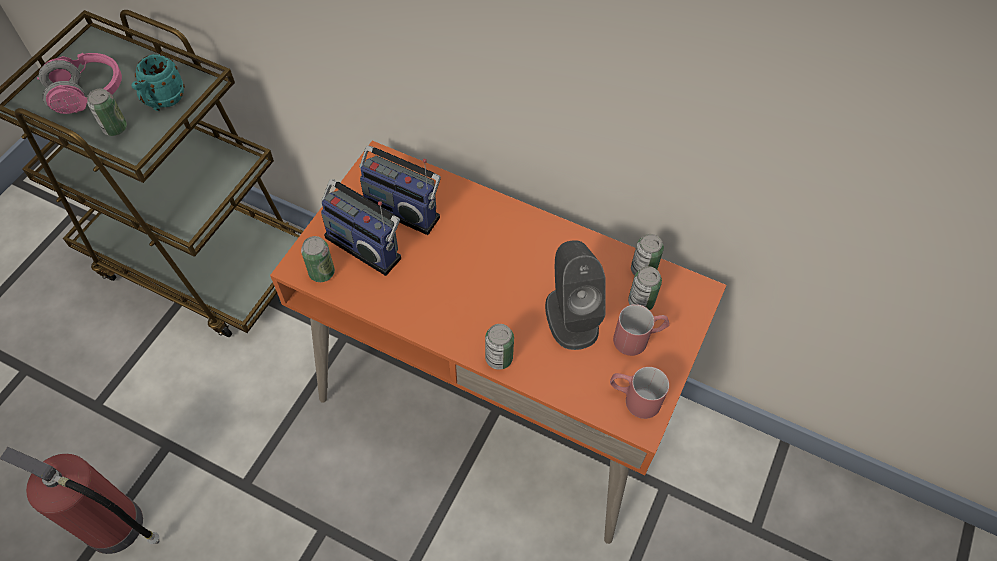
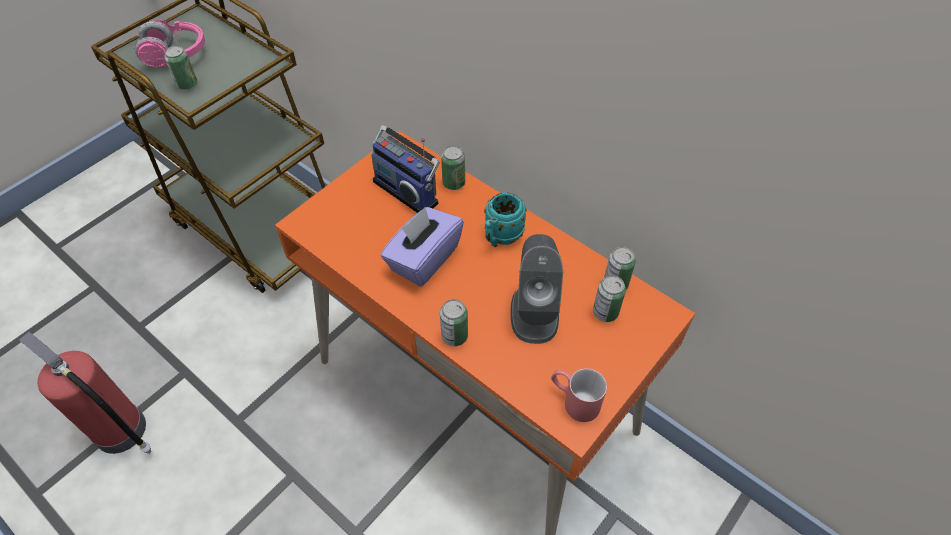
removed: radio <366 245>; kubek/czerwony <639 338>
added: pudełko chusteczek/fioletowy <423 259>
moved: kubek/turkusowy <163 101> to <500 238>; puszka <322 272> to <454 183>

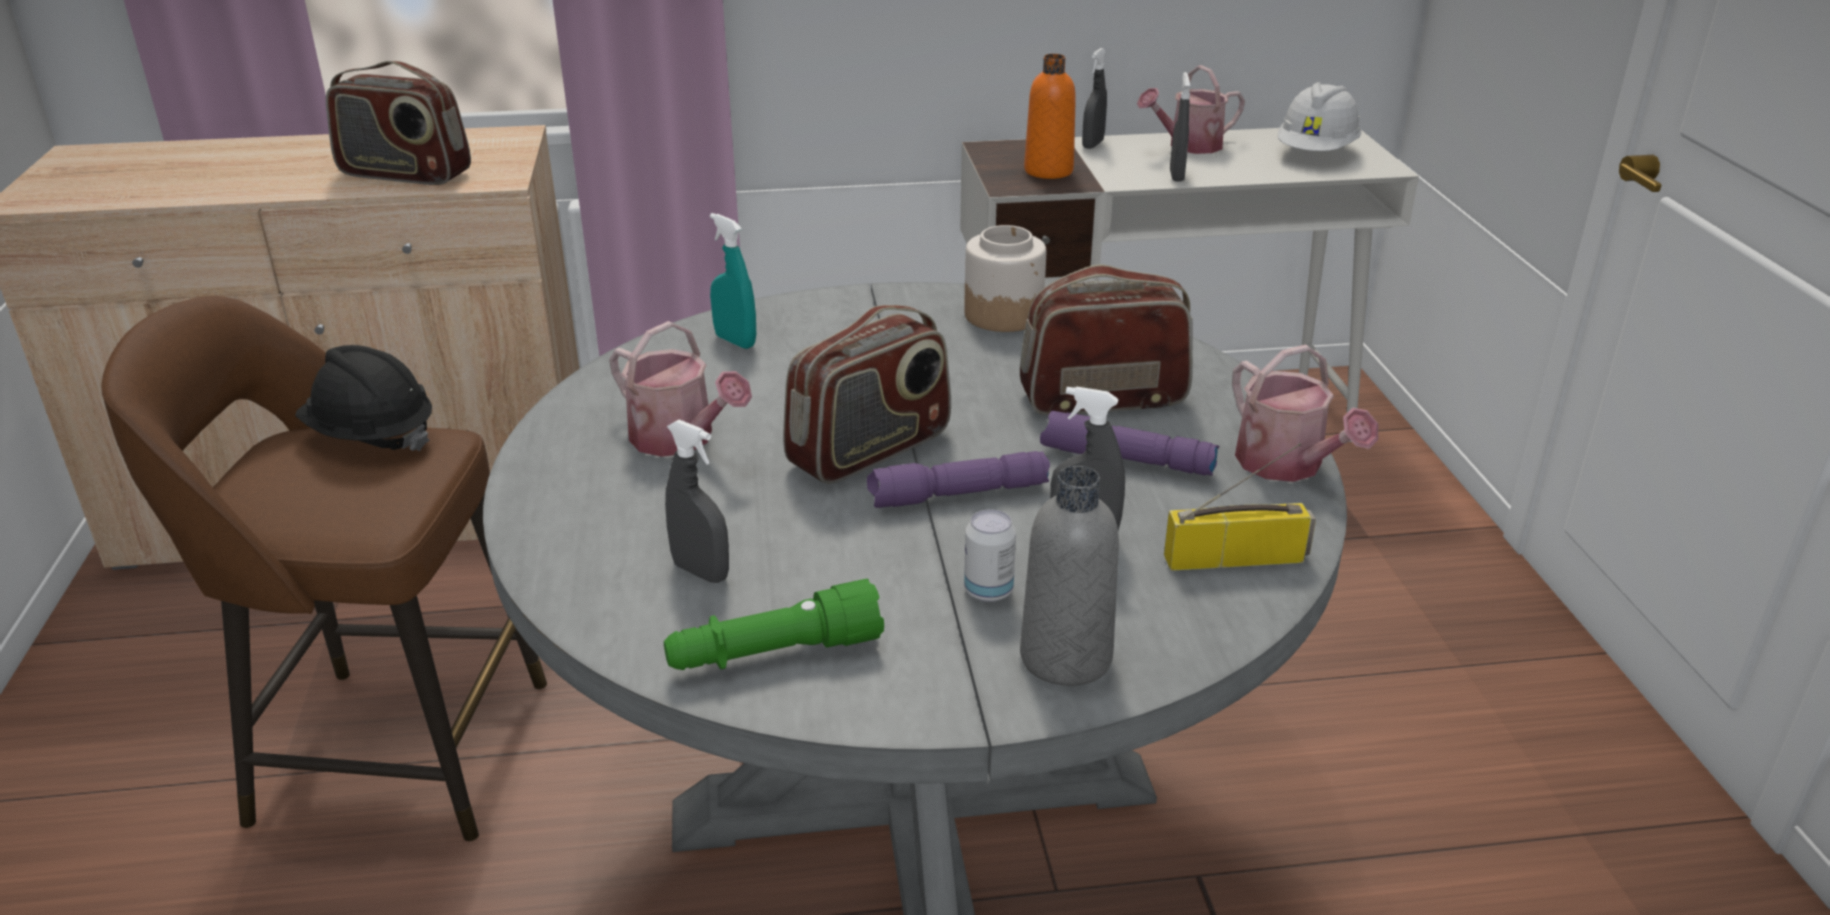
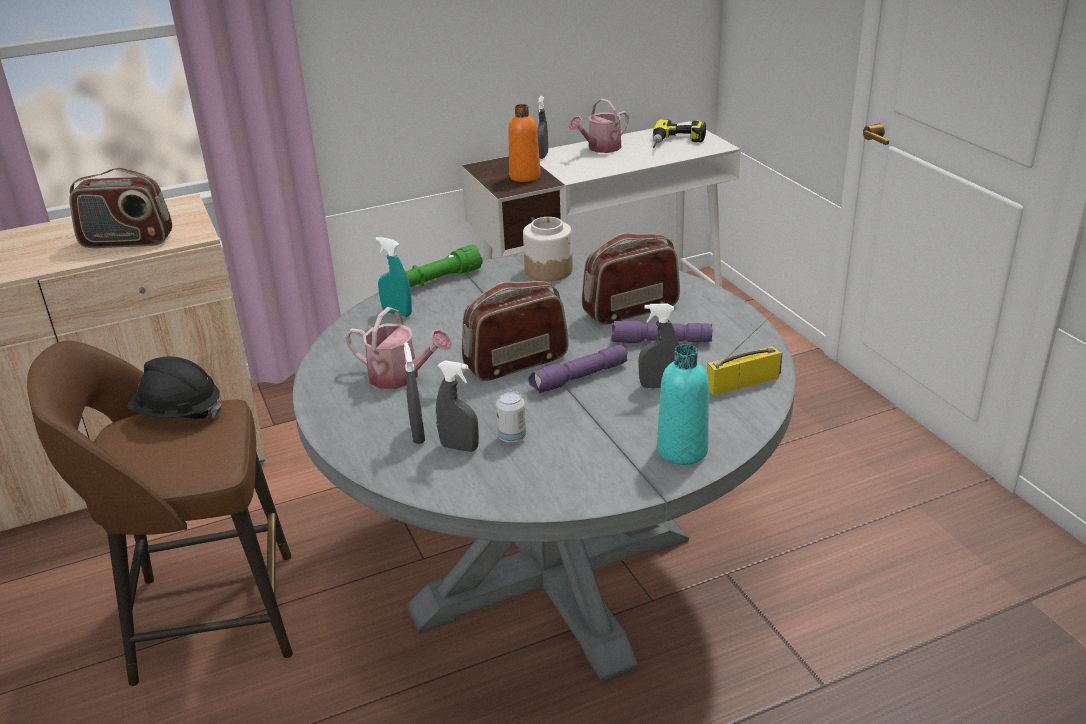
removed: konewka <1287 466>
moved: latarka/zielony <774 654> to <439 280>; puszka <988 591> to <512 437>; spryskiwacz/szary <1176 176> to <417 434>
replaced: kask/biały <1316 153> to wiertarka <676 142>
recoloured: butelka/szary <1065 657> to butelka/turkusowy <682 450>
turned: radio <870 450> = <516 362> 150 degrees counterclockwise

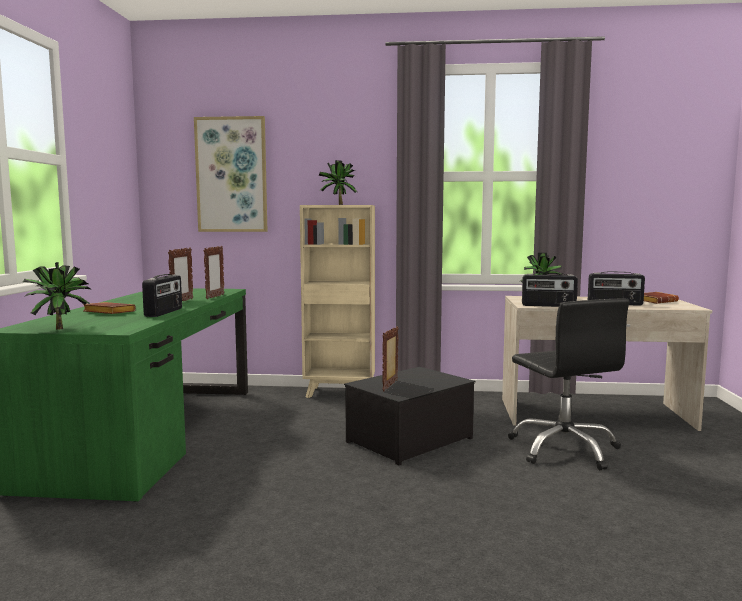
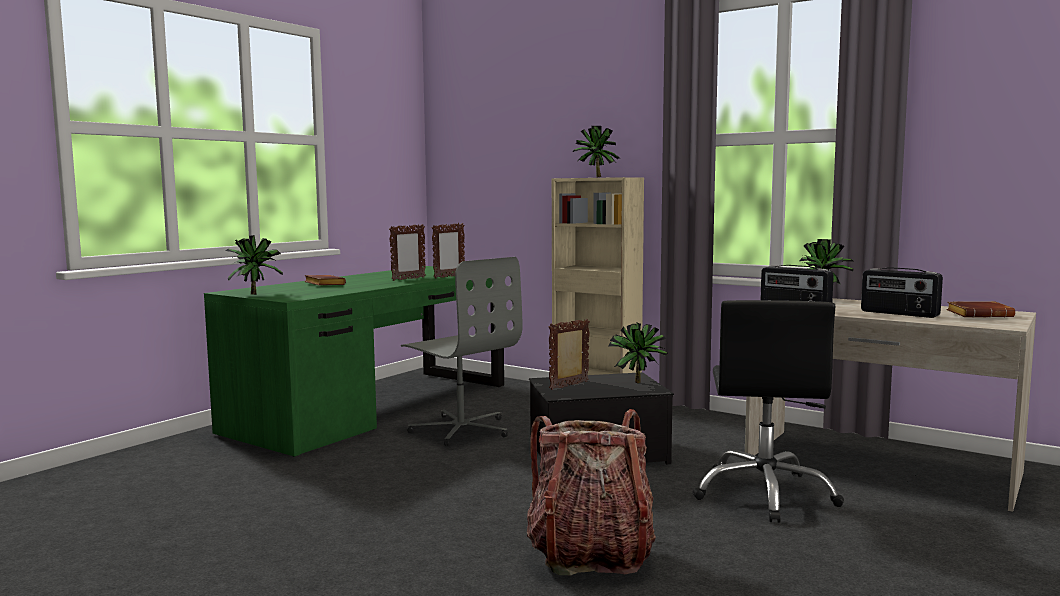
removed: radio <164 312>; obraz <231 175>
added: krzesło biurowe/szary <461 429>; plecak <590 554>; roślina doniczkowa <639 383>

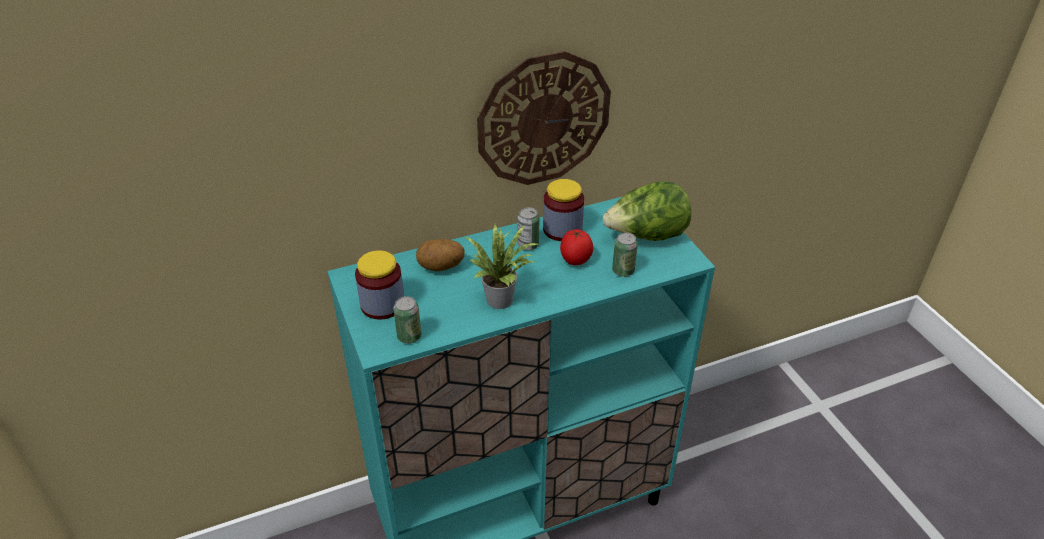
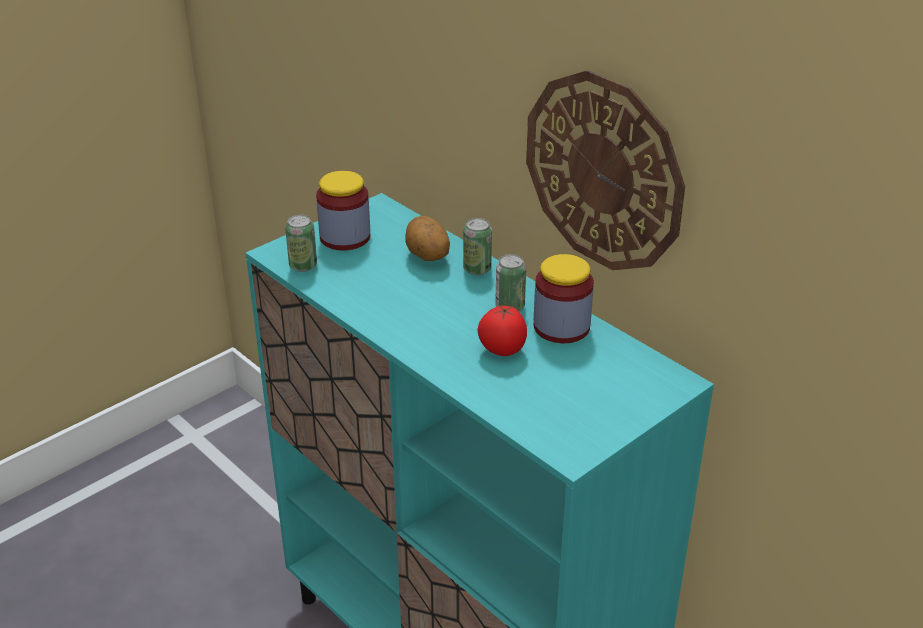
removed: roślina doniczkowa <503 298>; sałata <646 237>
moved: puszka <623 271> to <477 269>

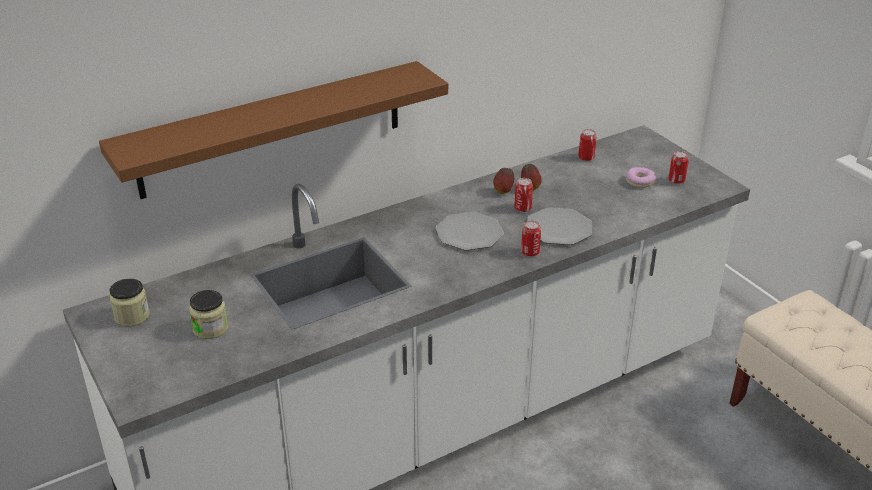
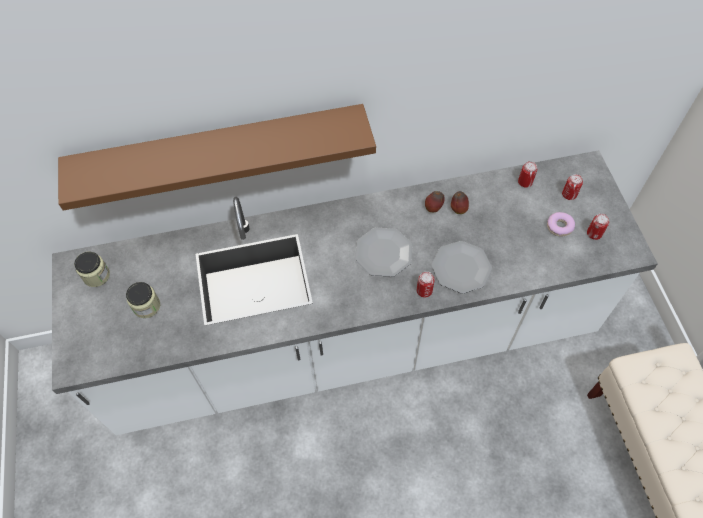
moved: puszka <522 208> to <569 195>

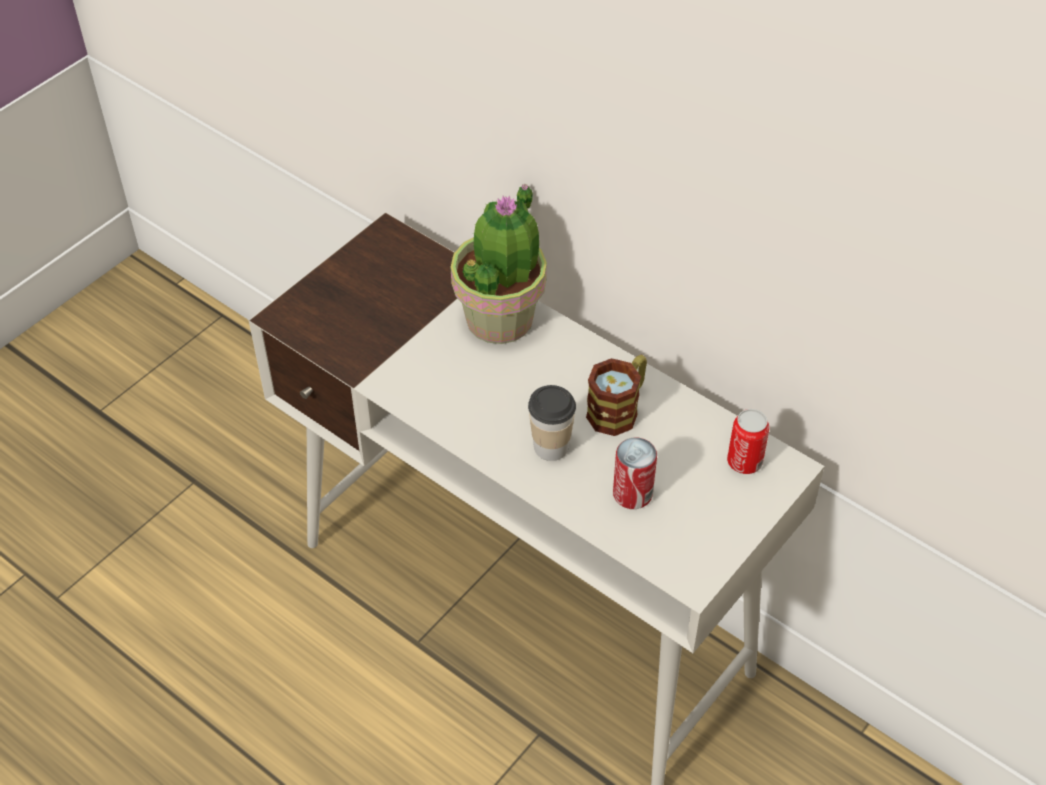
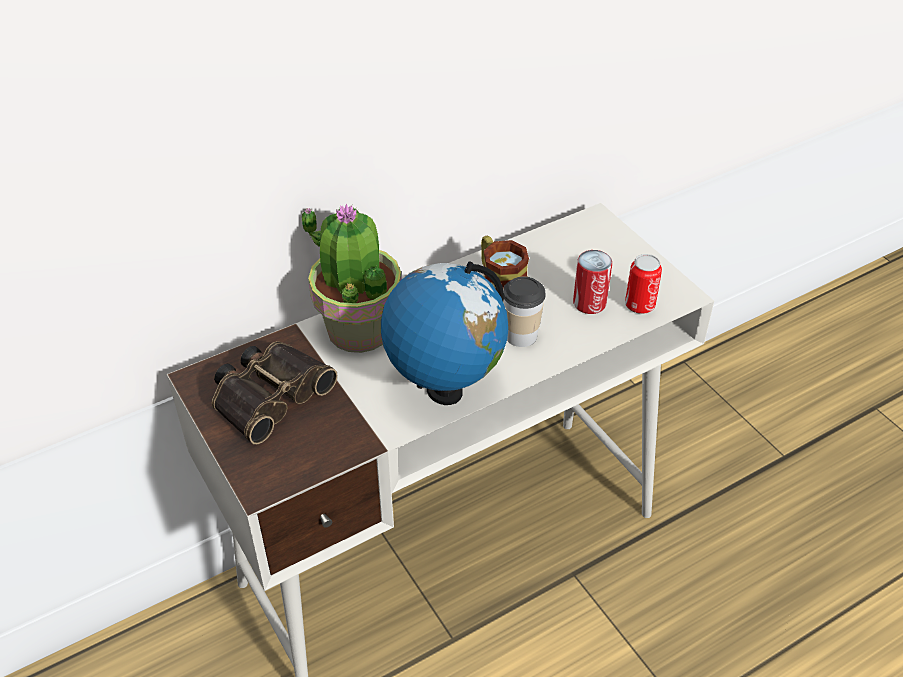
added: lornetka <269 395>; globus <444 390>
moved: puszka <744 462> to <639 305>

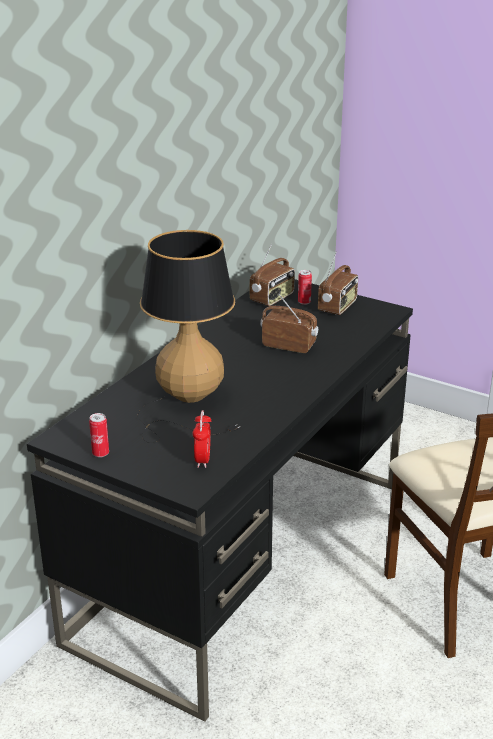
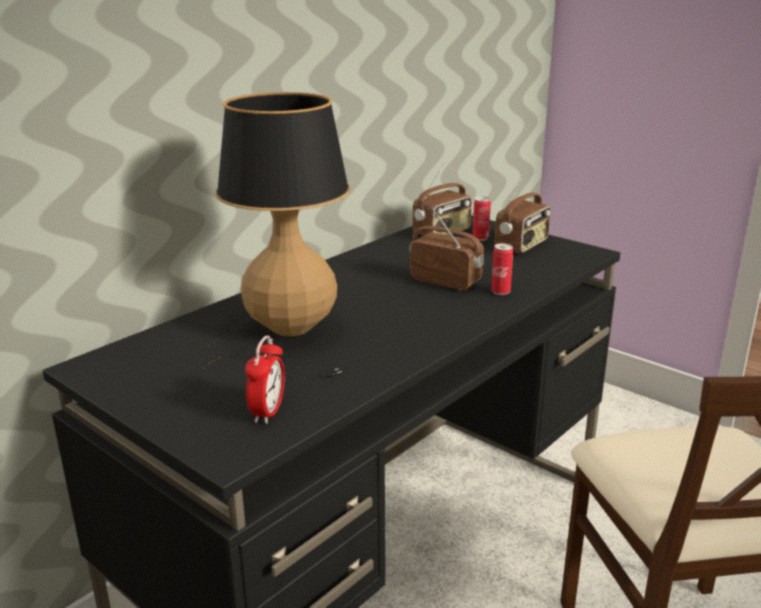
moved: puszka <100 453> to <500 292>

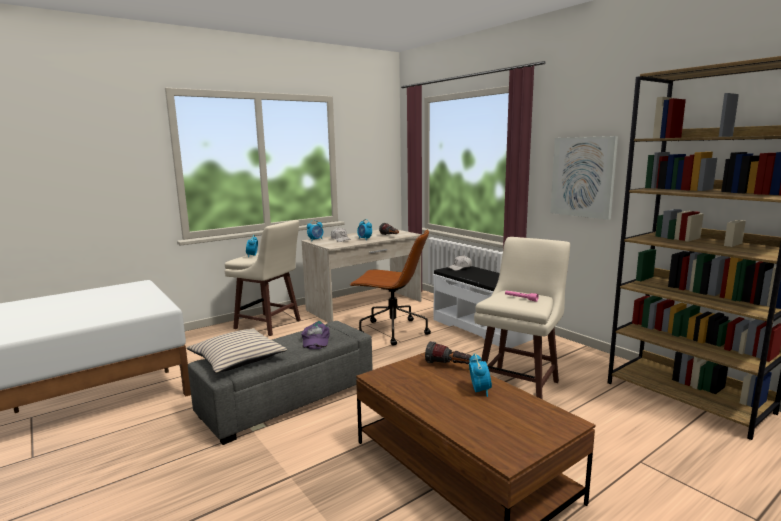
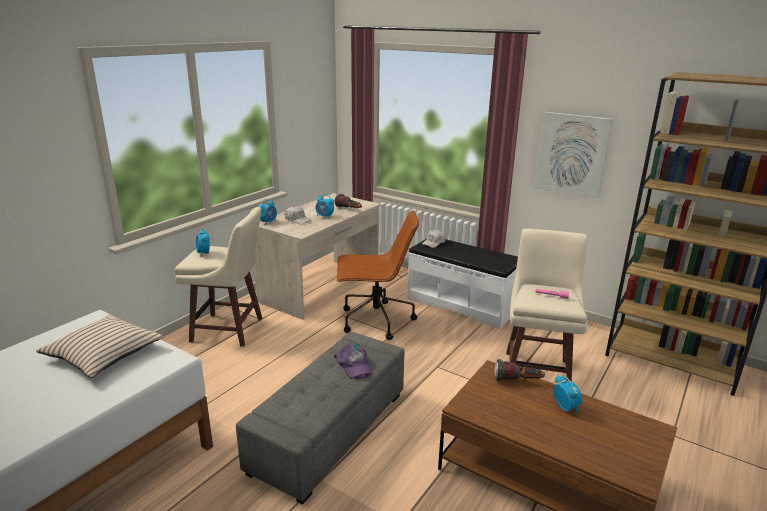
moved: poduszka/beżowy <237 359> to <103 354>

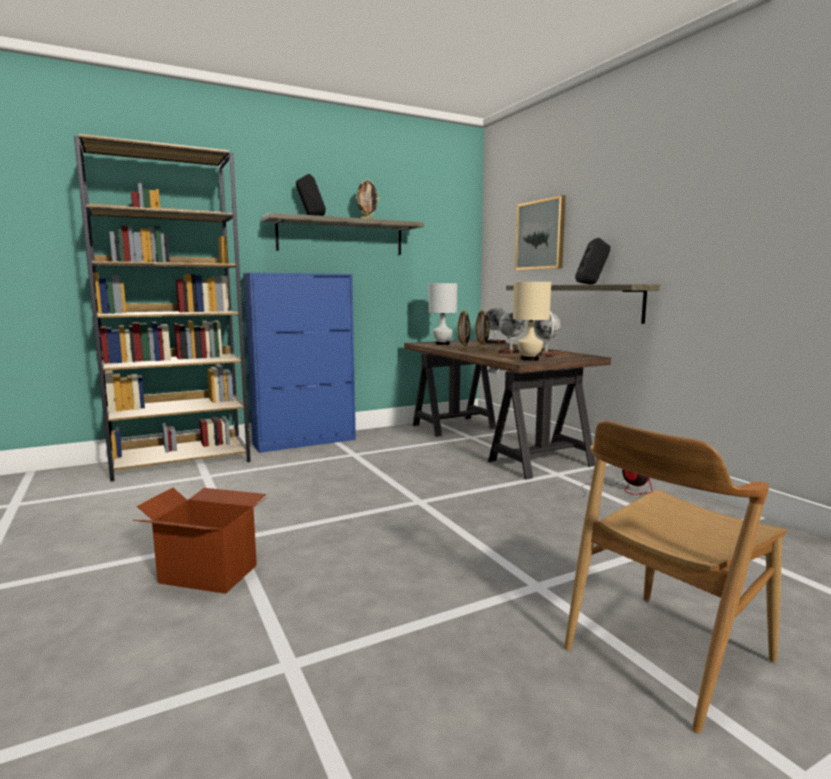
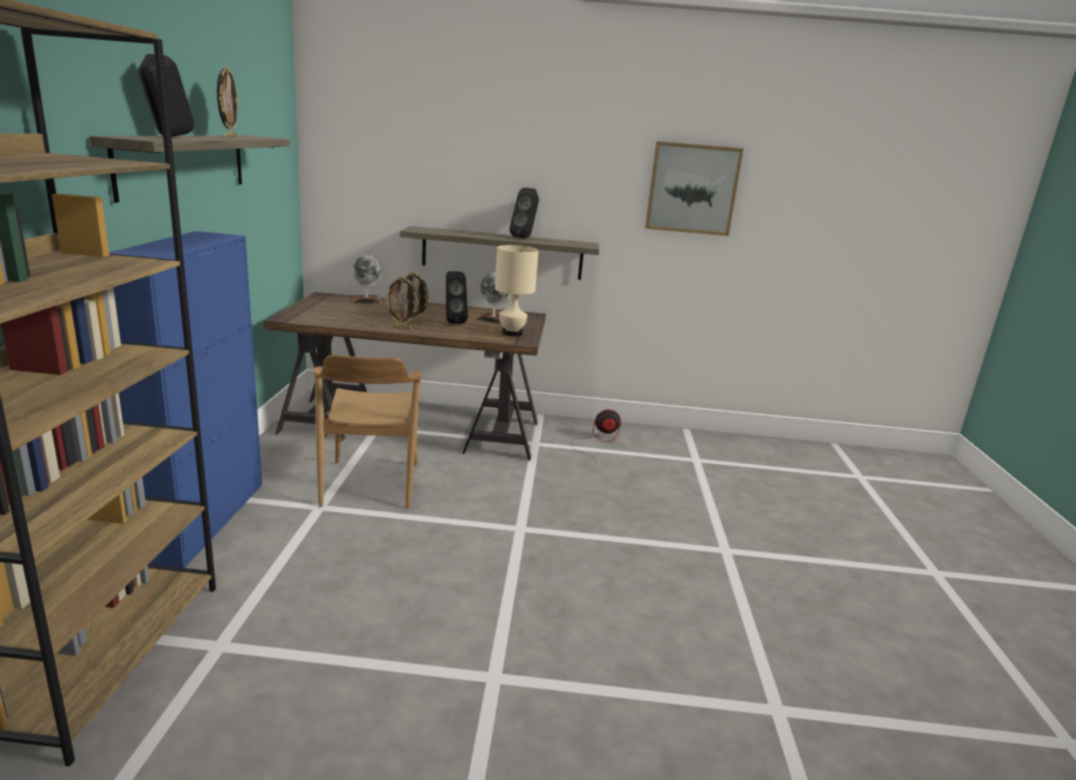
removed: karton <209 573>; lampa stołowa/biały <442 344>
moved: obraz <540 235> to <692 189>; krzesło/brązowy <666 654> to <370 484>
replaced: globus <511 352> to głośnik/czarny <453 322>

